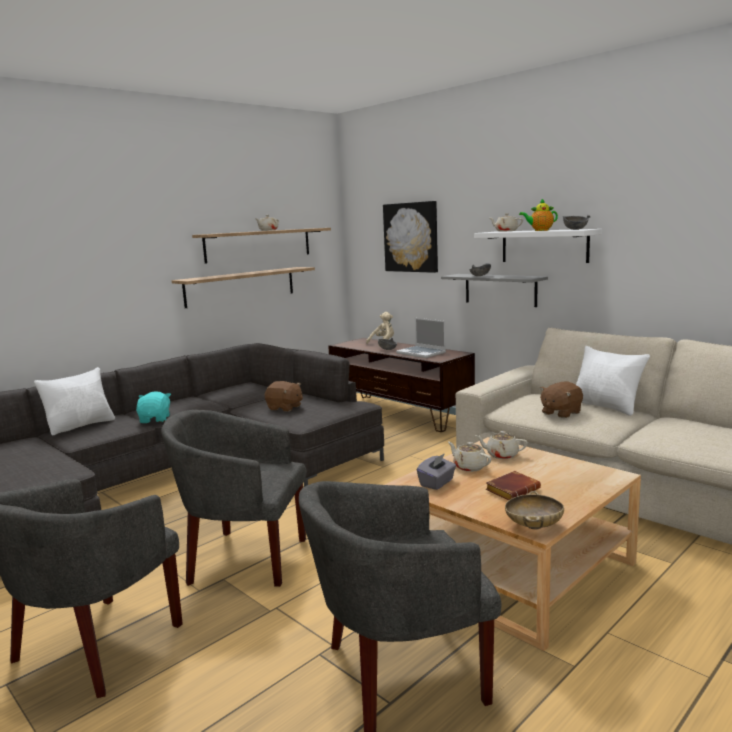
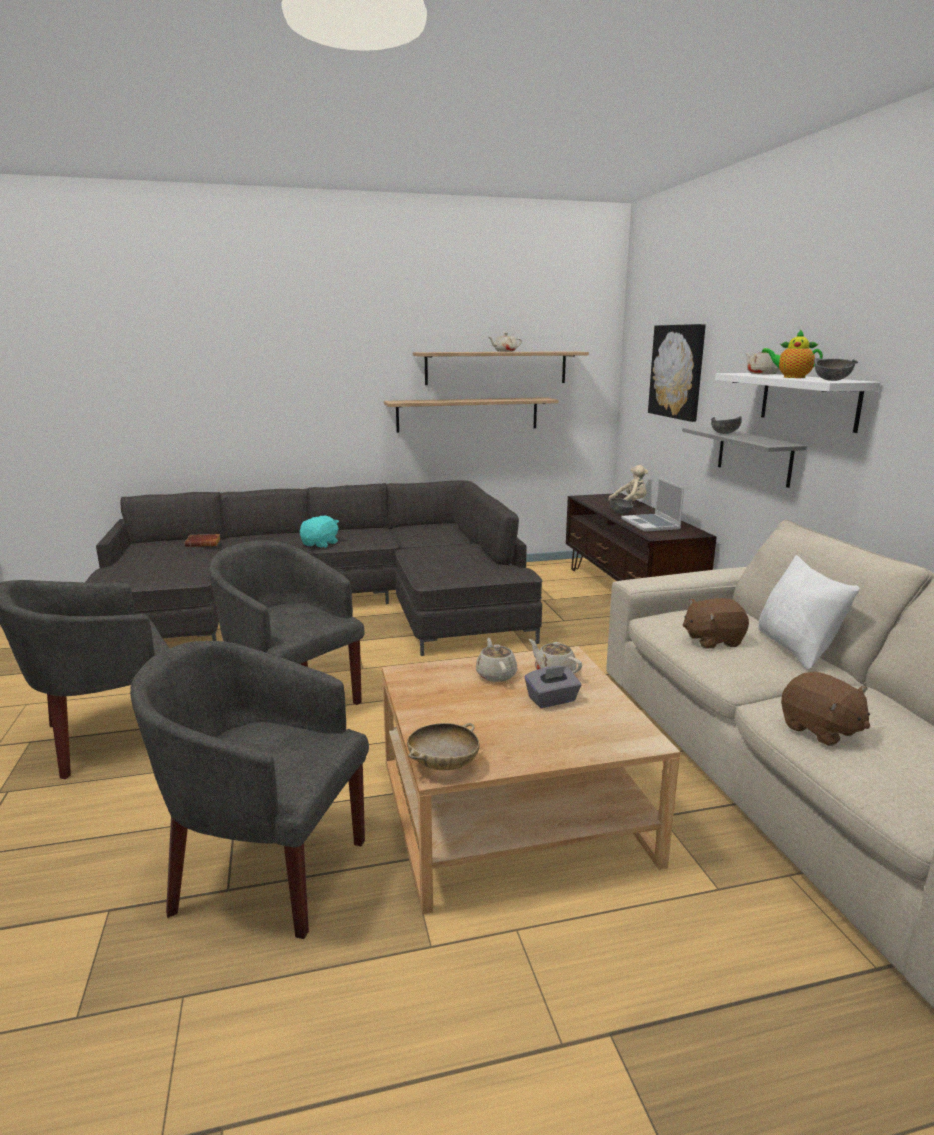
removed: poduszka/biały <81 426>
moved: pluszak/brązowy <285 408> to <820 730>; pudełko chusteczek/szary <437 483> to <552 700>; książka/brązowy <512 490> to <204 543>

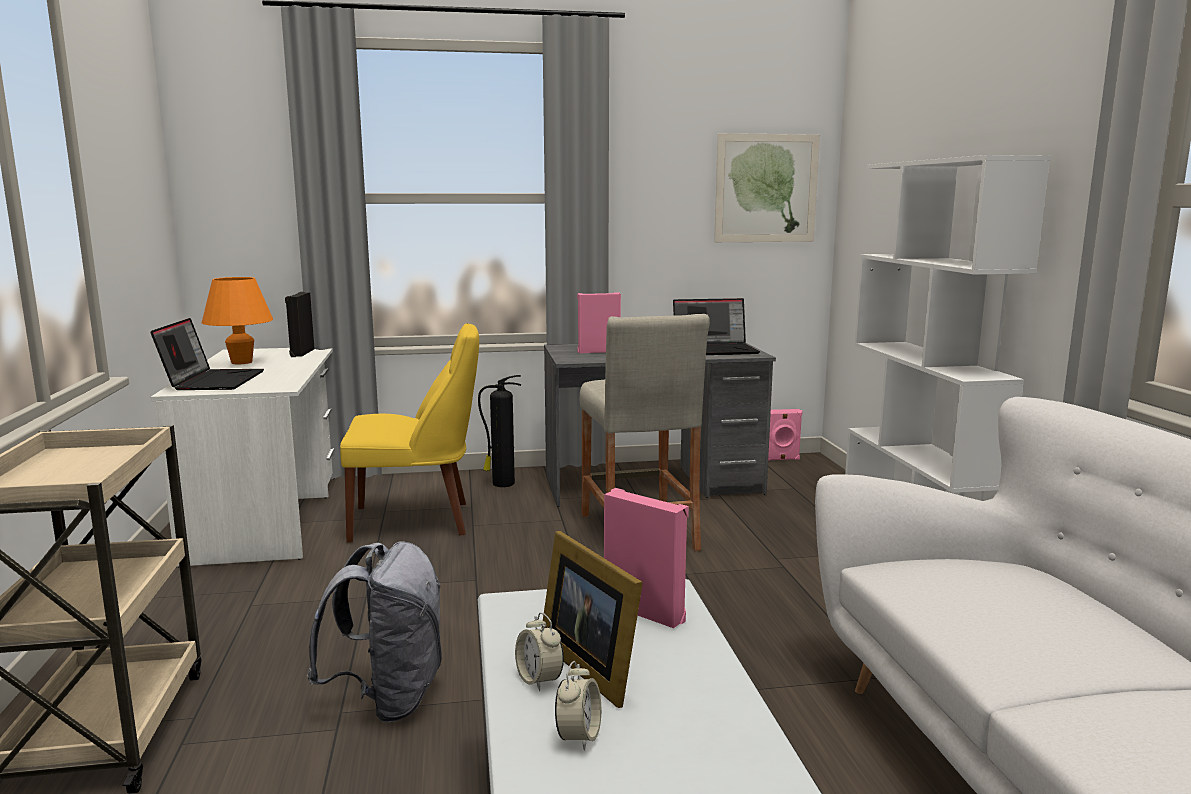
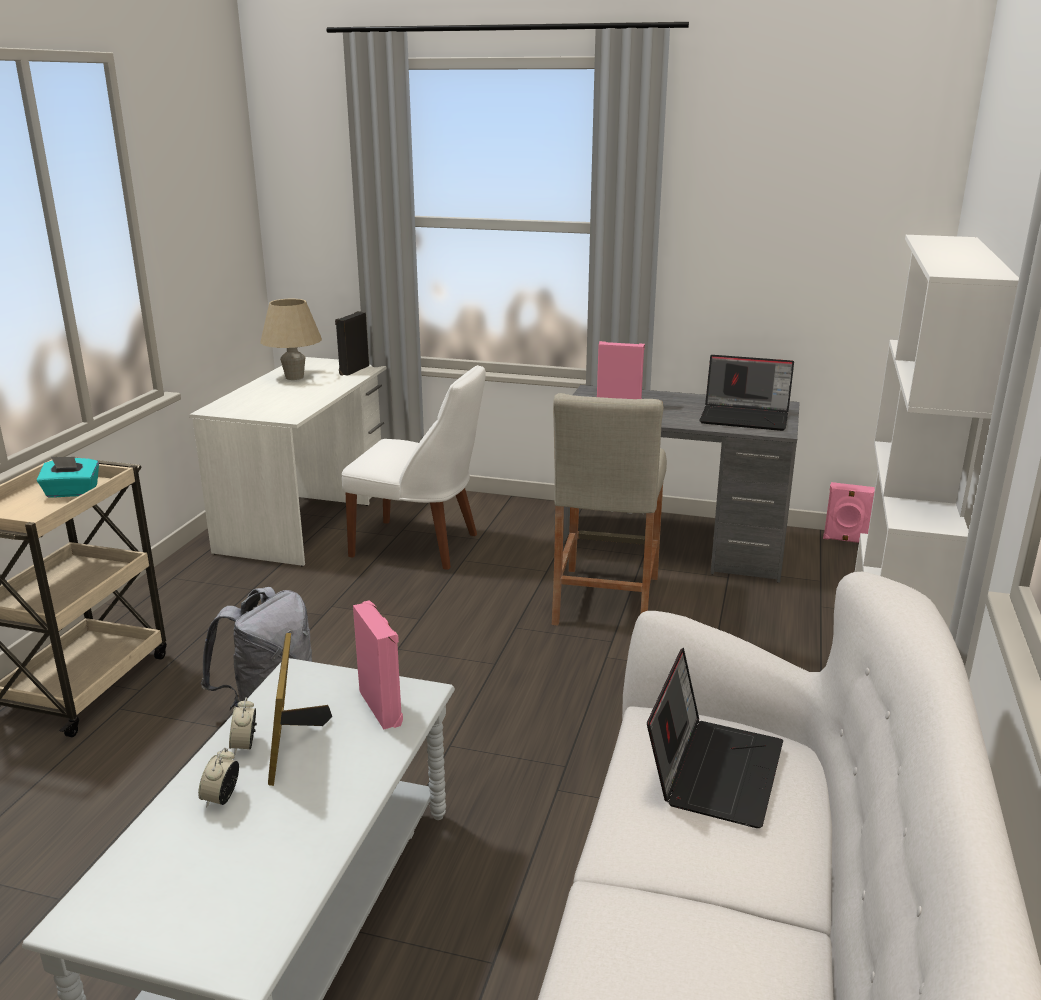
removed: gaśnica <502 483>; obraz <766 188>
added: pudełko chusteczek/turkusowy <72 492>
moved: laptop <213 381> to <713 769>
recoloured: lampa stołowa/pomarańczowy <241 362> to lampa stołowa/beżowy <294 377>; krzesło/żółty <417 521> to krzesło/biały <420 546>
turned: budzik <578 736> = <222 798> 150 degrees clockwise

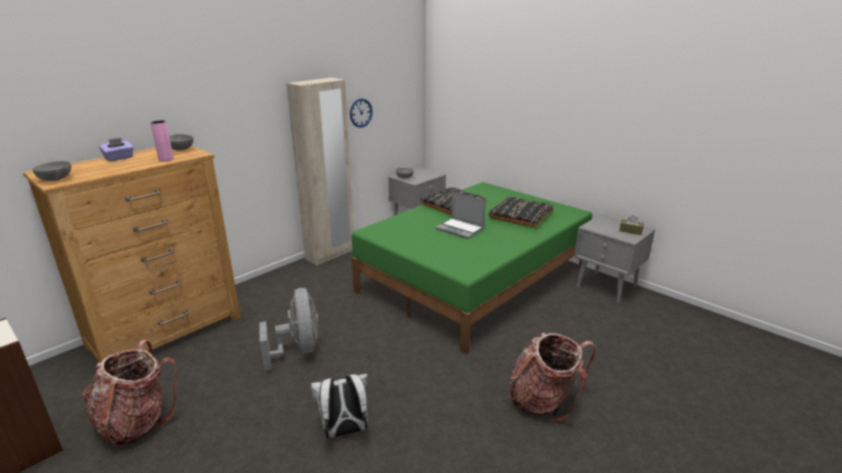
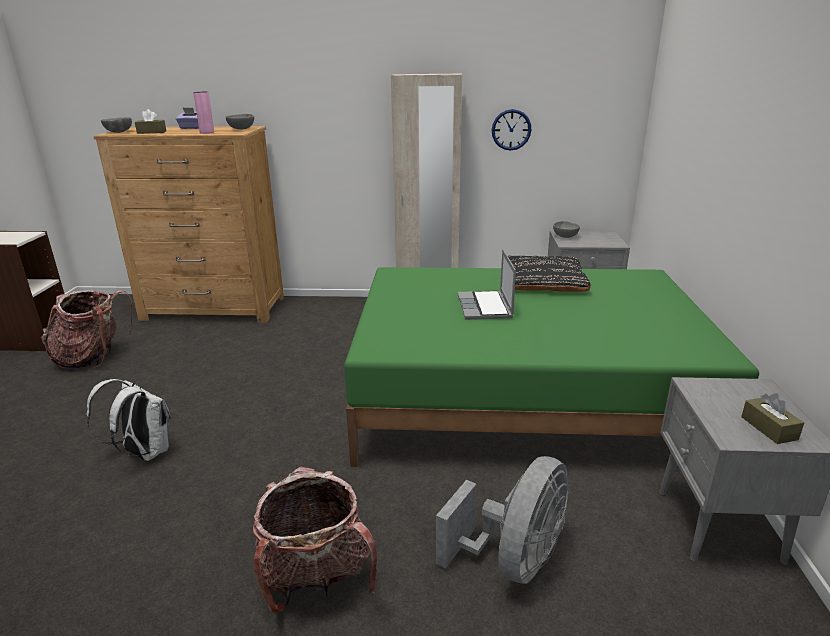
removed: poduszka/czarny <520 216>
added: pudełko chusteczek/brązowy <151 132>
moved: wentylator/szary <298 350> to <513 560>

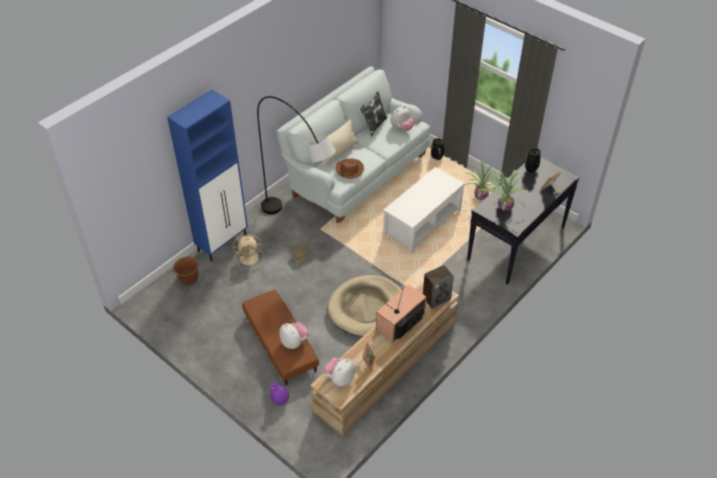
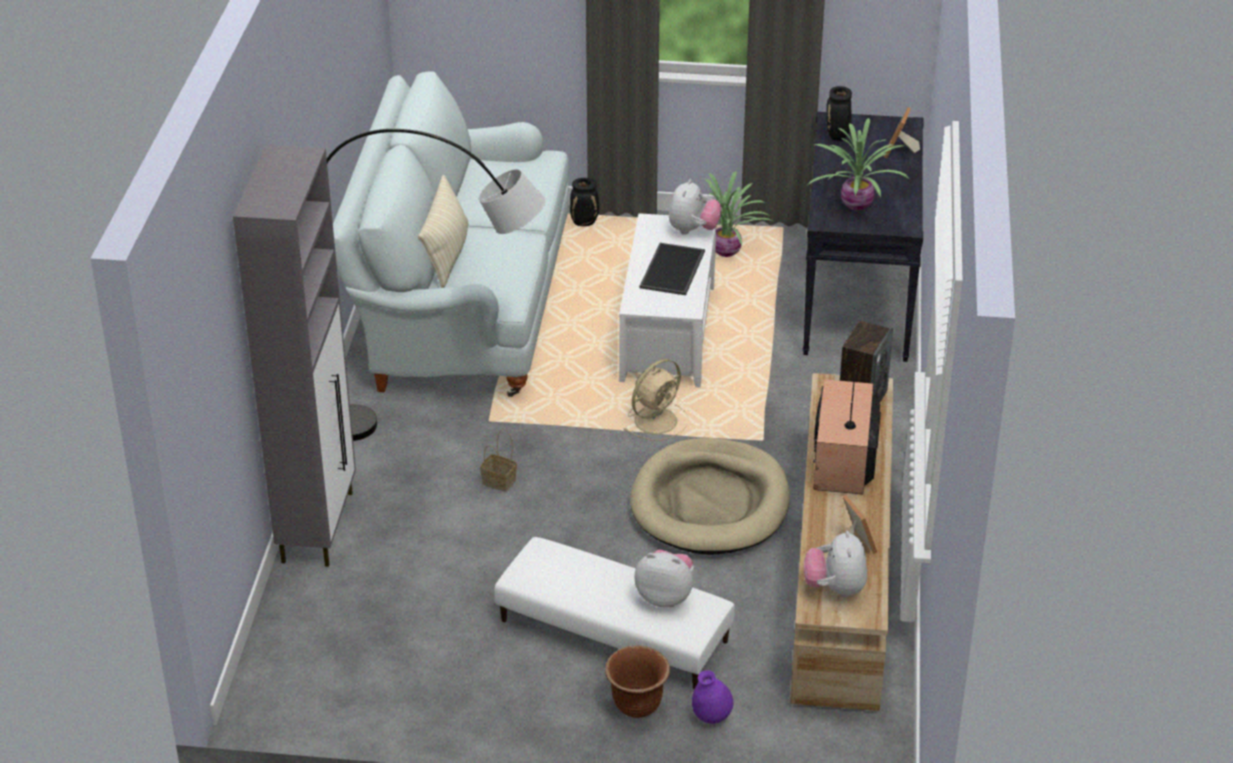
removed: kapelusz/brązowy <349 170>; poduszka <374 126>
added: taca <673 270>
moved: donica/brązowy <189 279> to <637 705>; wentylator/beżowy <250 258> to <657 420>; pluszak <402 128> to <693 230>
recoloured: szafka/niebieski <223 242> to szafka/szary <318 526>; pufa/brązowy <280 343> to pufa/biały <613 631>

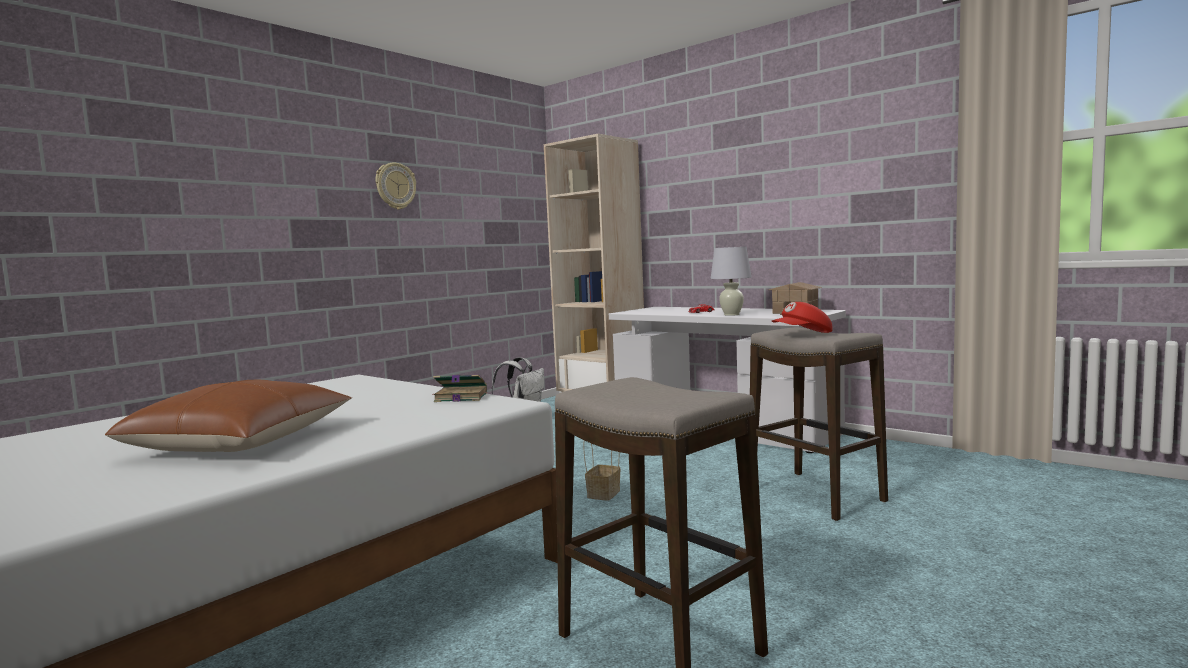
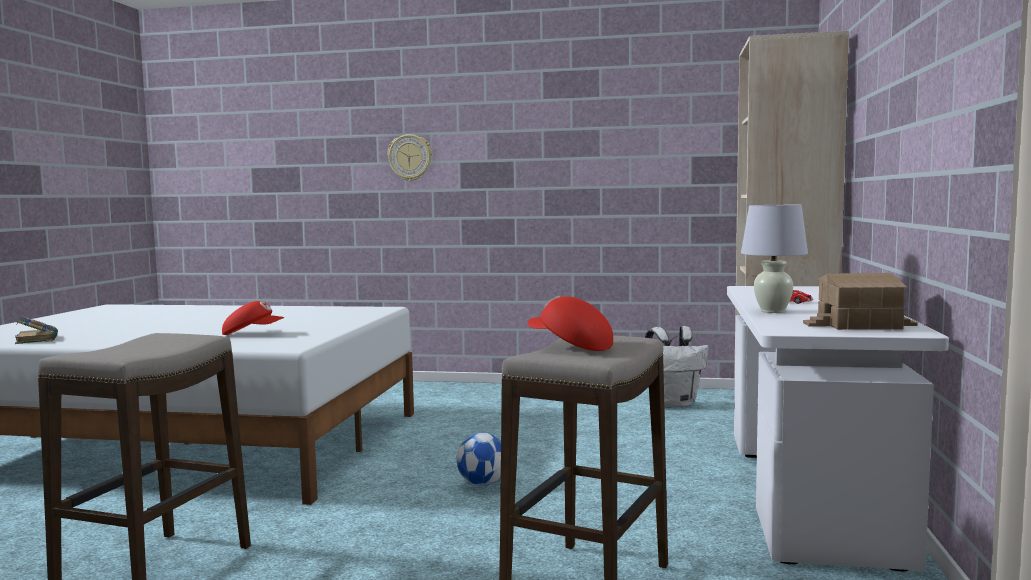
removed: poduszka/brązowy <242 442>
added: czapka z daszkiem/czerwony <253 334>
moved: zegar ścienny <395 186> to <410 157>; książka <460 397> to <37 339>
replaced: koszyk <603 493> to piłka futbolowa <483 484>

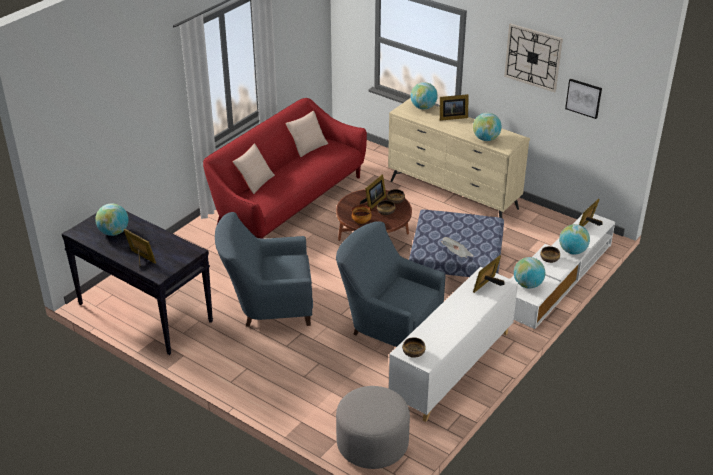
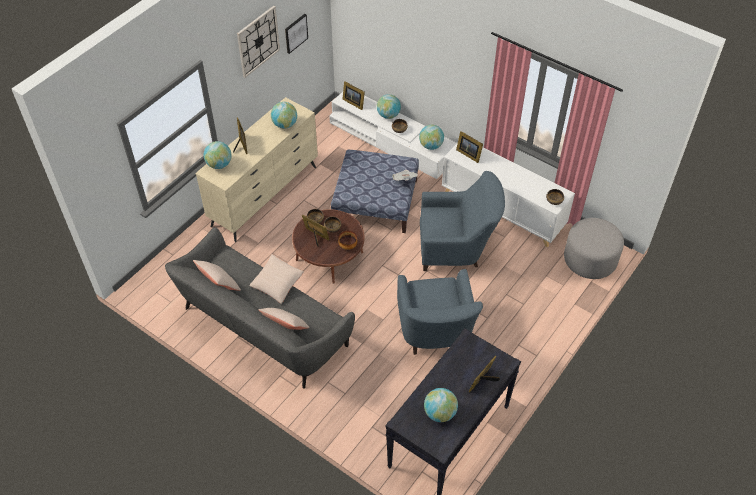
added: poduszka/beżowy <277 283>
recoloured: kanapa/czerwony <287 201> to kanapa/szary <262 327>
turned: fotel/niebieski <387 326> = <456 248> 120 degrees counterclockwise

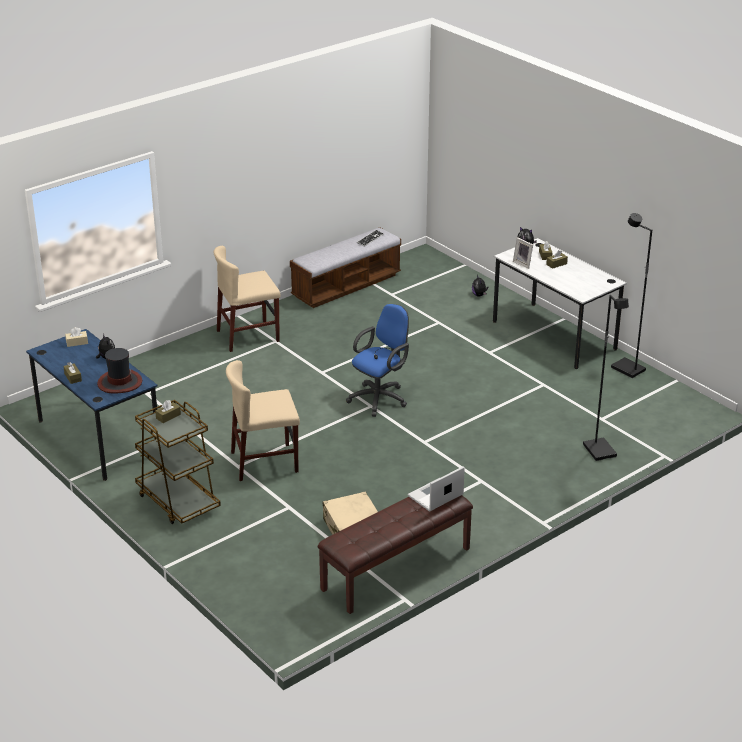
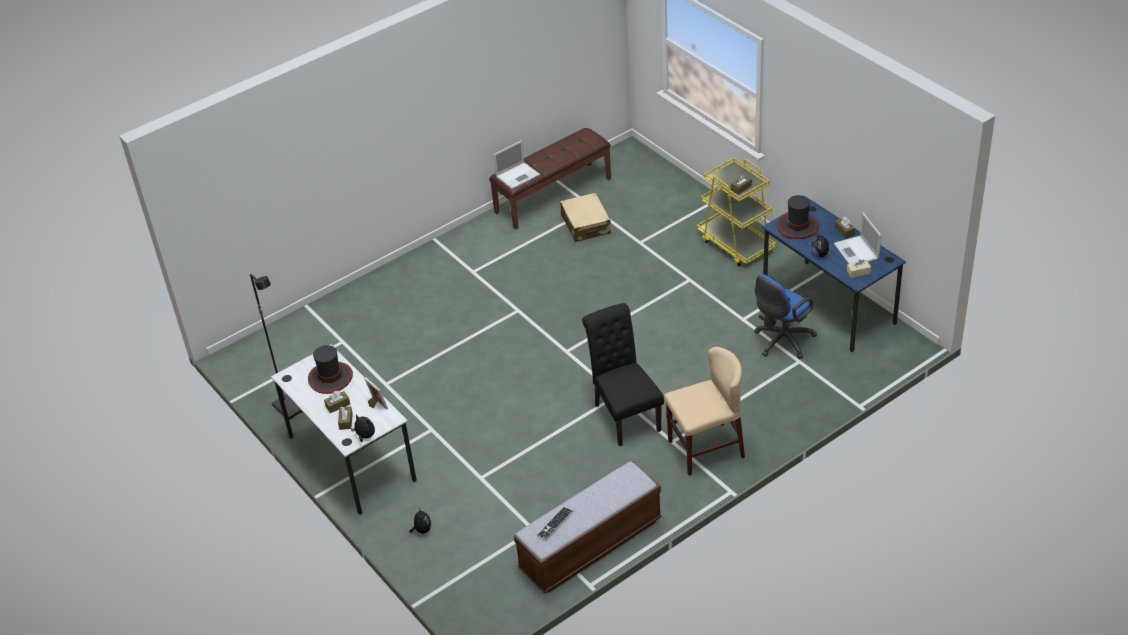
removed: krzesło/beżowy <264 462>; lampa stojąca/czarny <600 451>
added: kapelusz <330 378>; krzesło/czarny <624 414>; laptop <856 252>
moved: krzesło biurowe/niebieski <380 398> to <781 342>
recoloured: wózek/brązowy <178 501> to wózek/żółty <736 244>

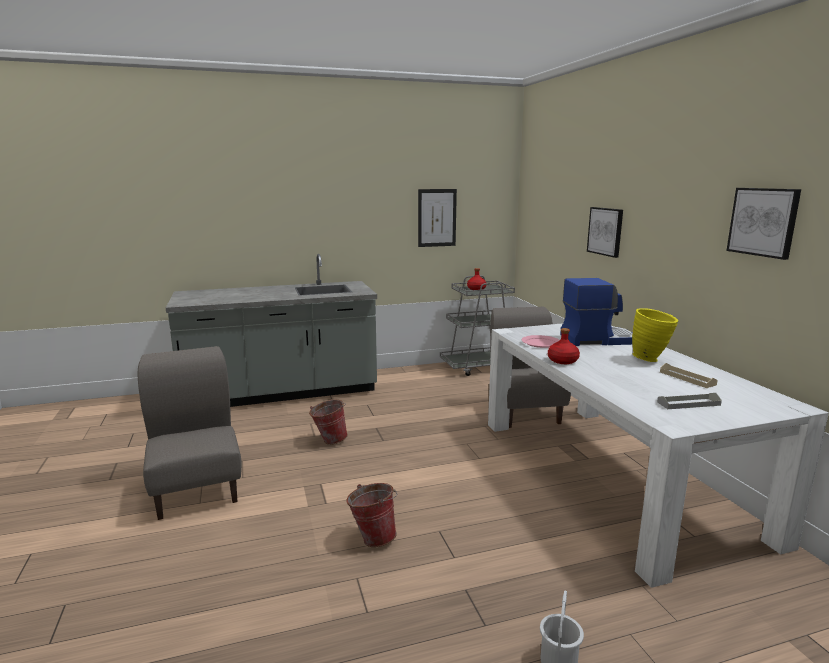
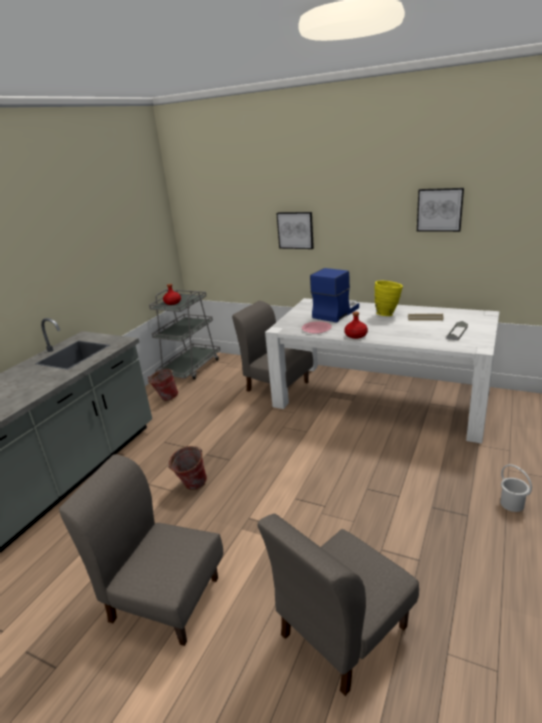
removed: obraz <437 218>
added: krzesło/szary <342 631>
moved: wiadro <373 537> to <165 398>

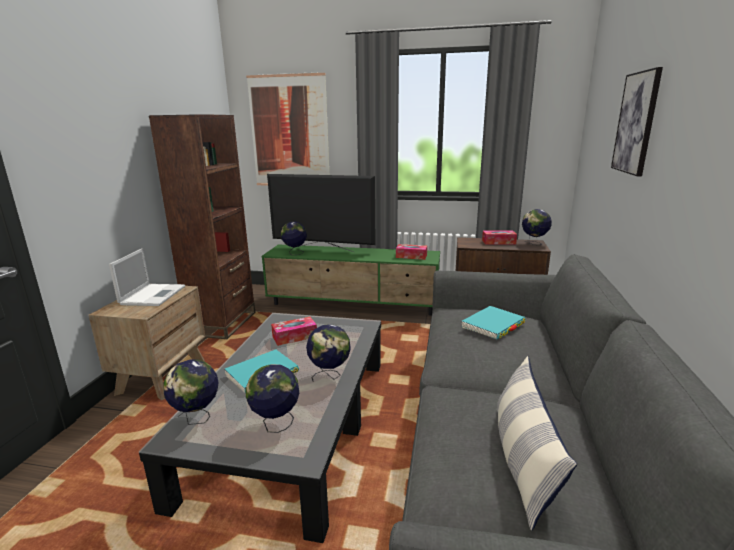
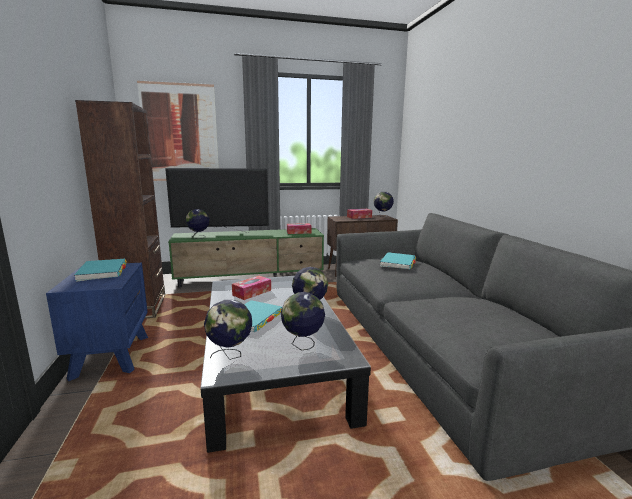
removed: poduszka <523 460>; obraz <636 123>
replaced: laptop <153 295> to książka/turkusowy <102 272>
recoloured: szafka nocna/brązowy <162 376> to szafka nocna/niebieski <111 356>

